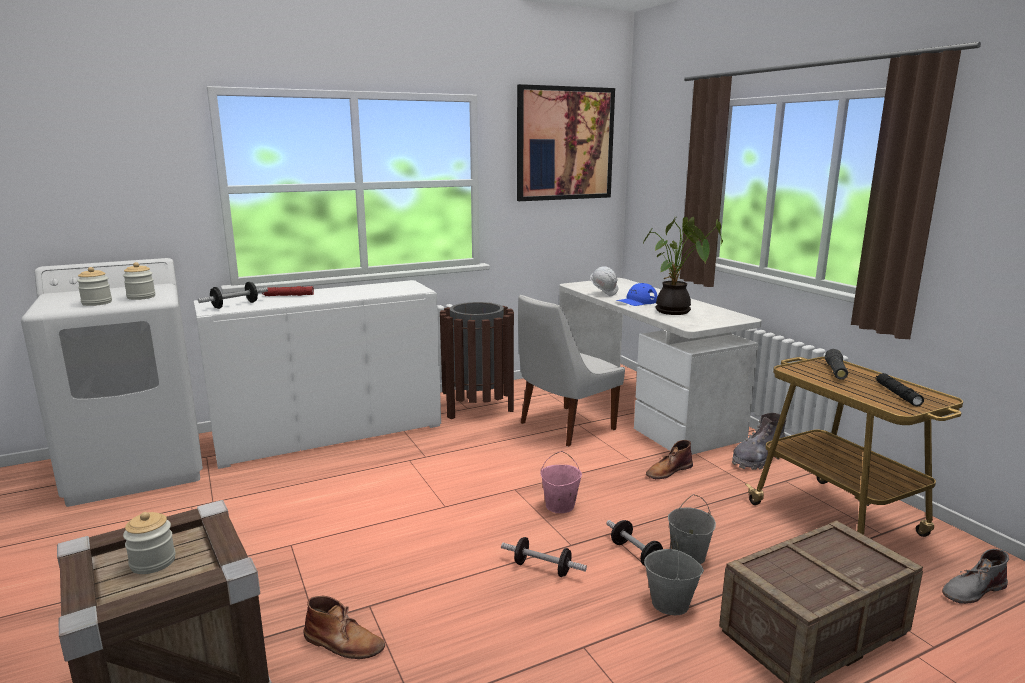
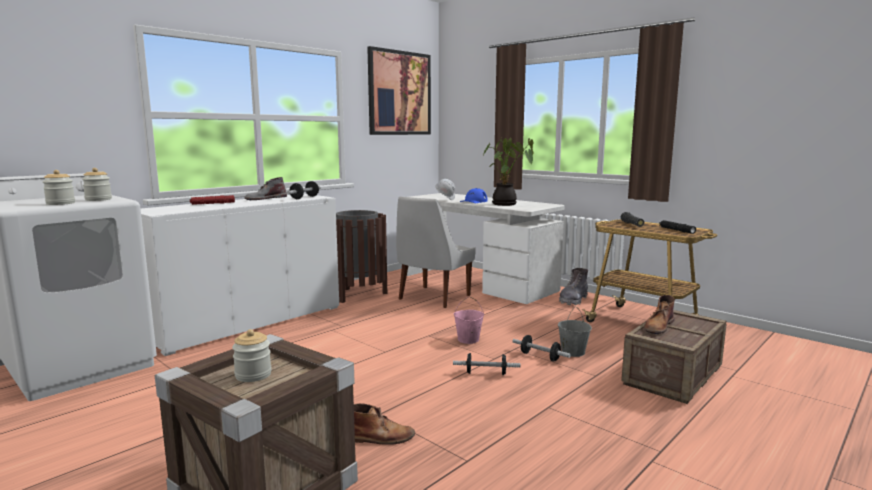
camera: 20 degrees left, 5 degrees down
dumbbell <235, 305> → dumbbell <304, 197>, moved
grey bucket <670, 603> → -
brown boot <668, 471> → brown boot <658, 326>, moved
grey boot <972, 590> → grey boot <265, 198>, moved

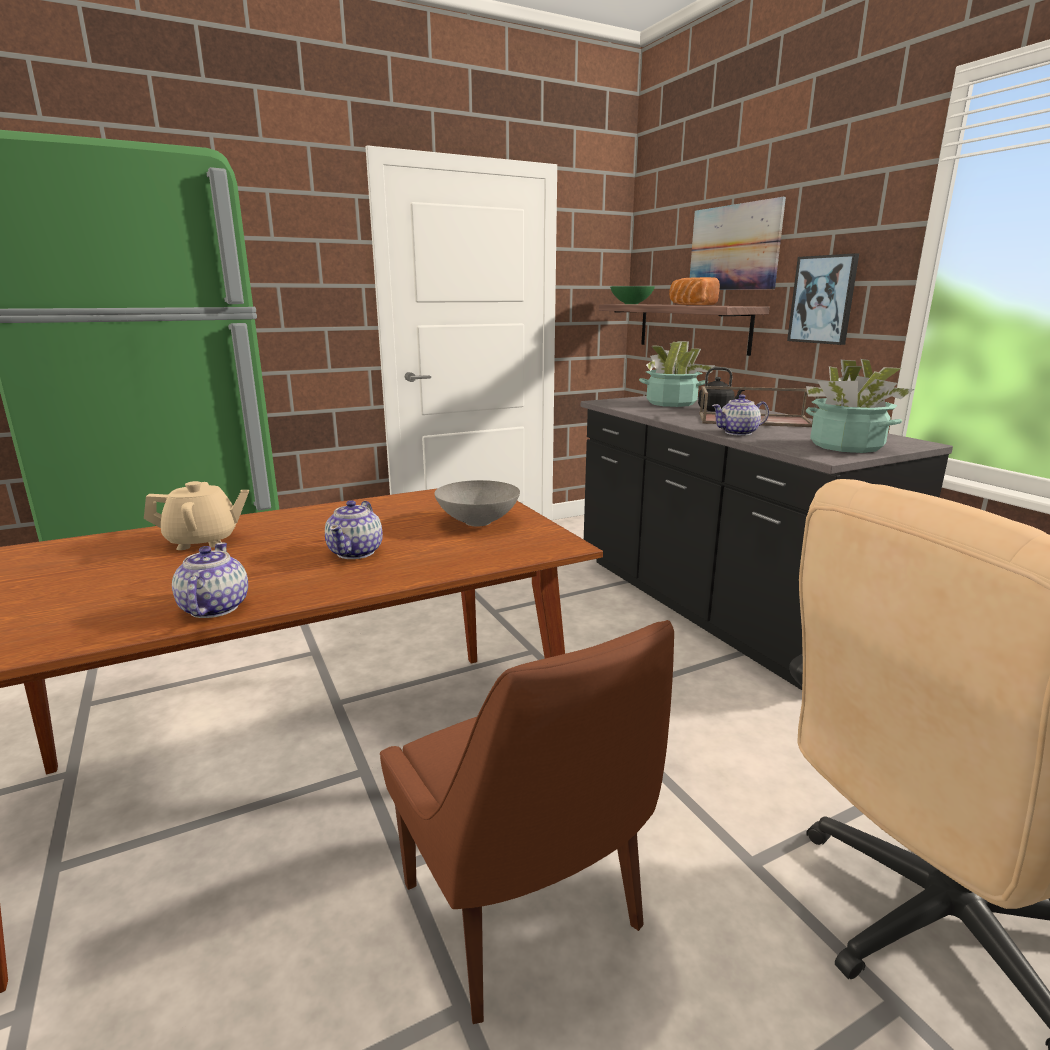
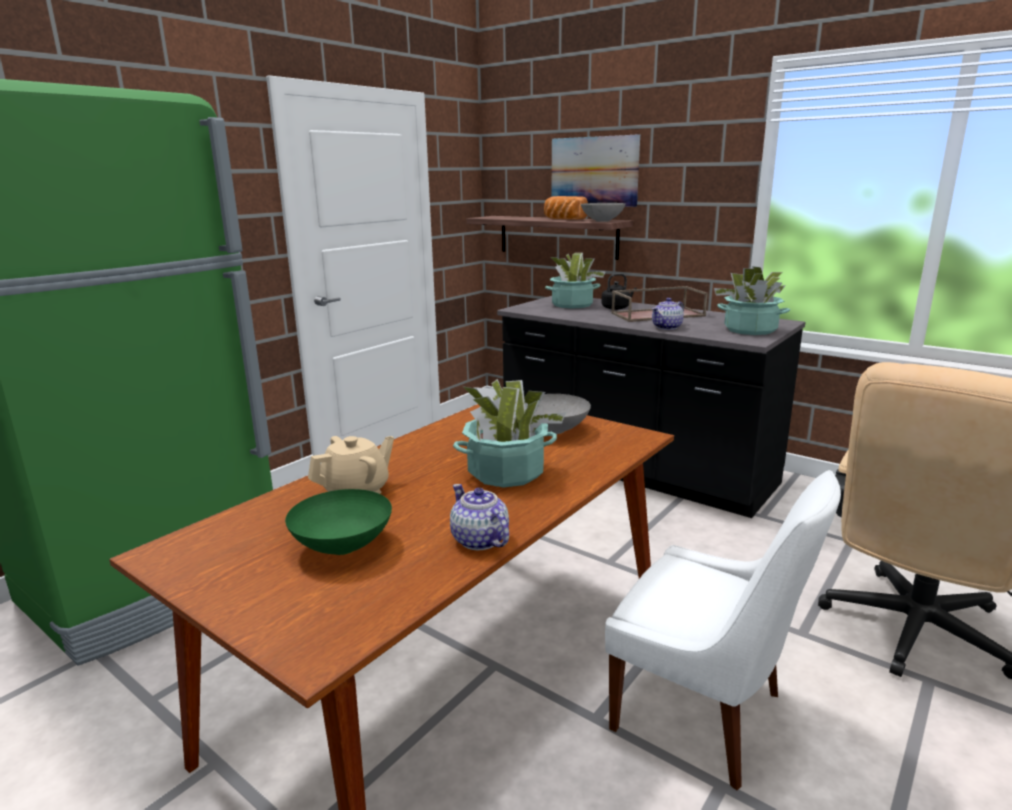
camera: 25 degrees left, 0 degrees up
teapot <356, 552> → potted plant <506, 472>
brown chair <525, 913> → white chair <704, 714>
green bowl <630, 304> → green bowl <341, 546>, moved
picture <823, 299> → -
- → grey bowl <602, 221>

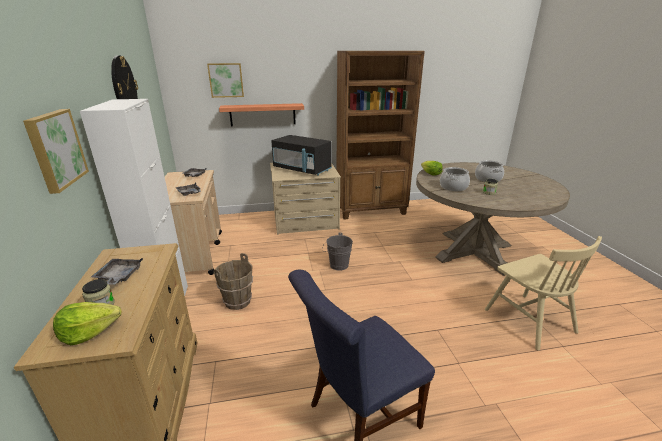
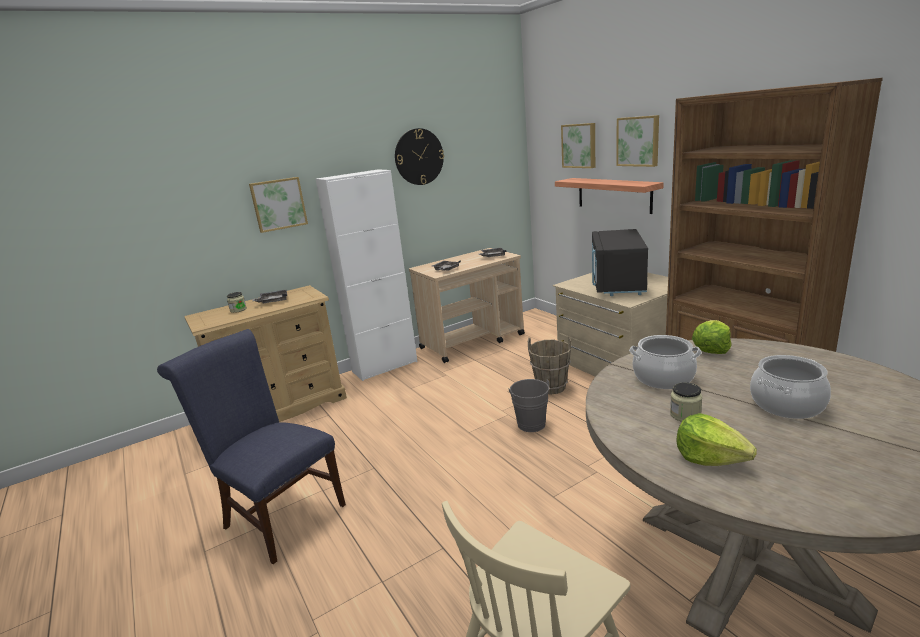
camera: 70 degrees right, 5 degrees down
lettuce <89, 332> → lettuce <710, 457>, moved
brown bucket <238, 302> → brown bucket <551, 387>, moved
- → picture <638, 141>

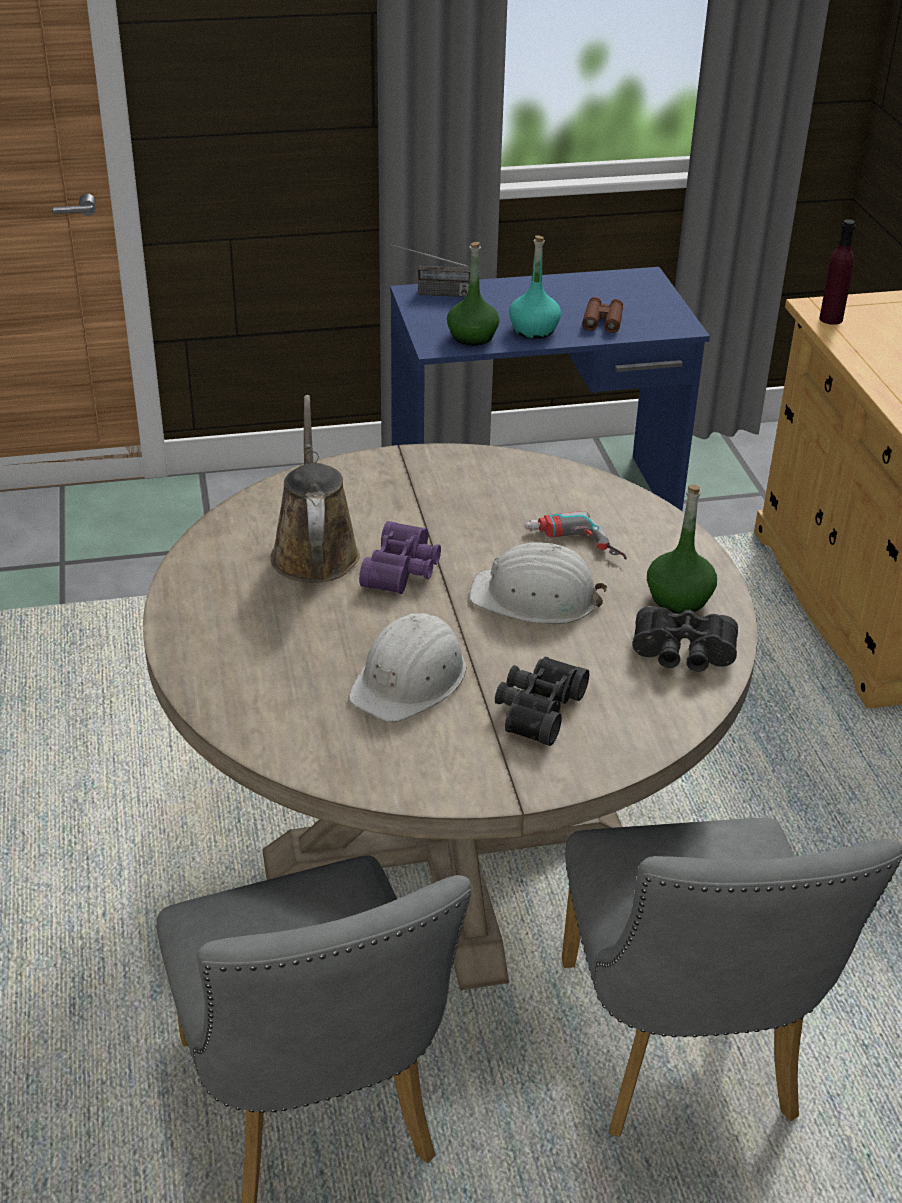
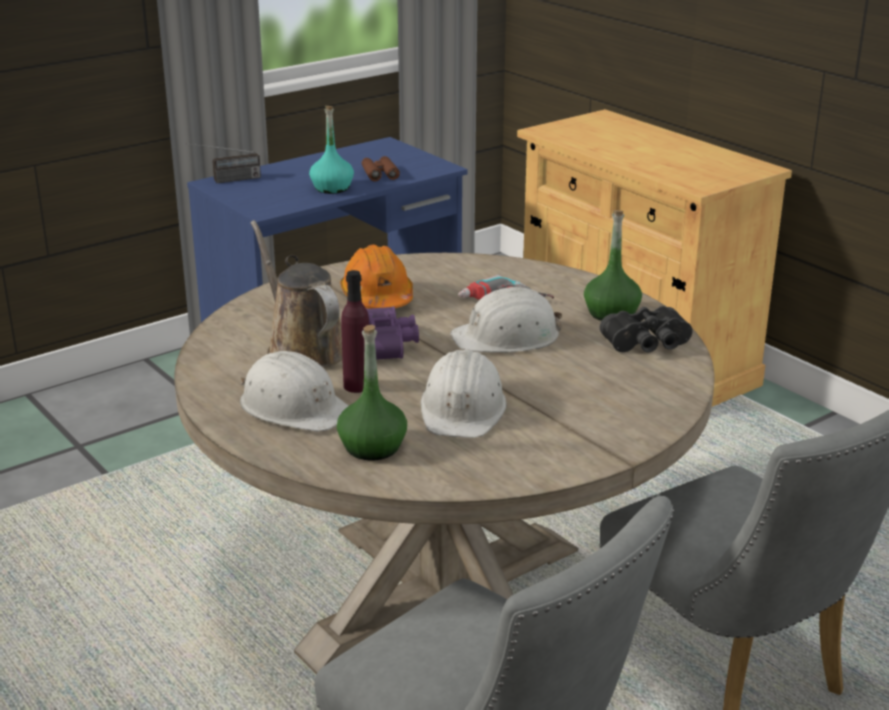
camera: 25 degrees left, 10 degrees down
green bottle <472, 337> → green bottle <372, 447>, moved
black binoculars <536, 709> → -
purple bottle <831, 319> → purple bottle <357, 386>, moved
- → white hard hat <294, 407>
- → orange hard hat <377, 298>

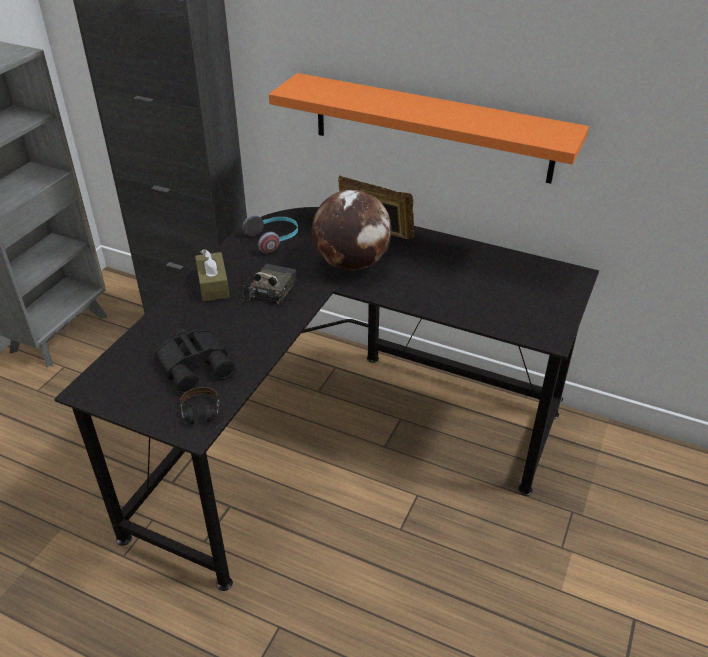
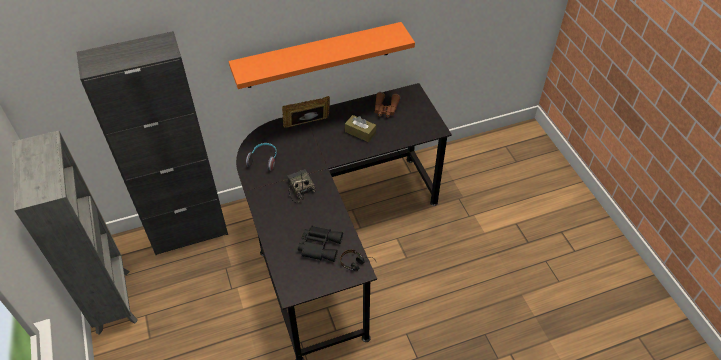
camera: 45 degrees left, 10 degrees up
brown tissue box <213, 285> → brown tissue box <360, 132>, moved
globe <352, 263> → -
- → brown binoculars <385, 109>

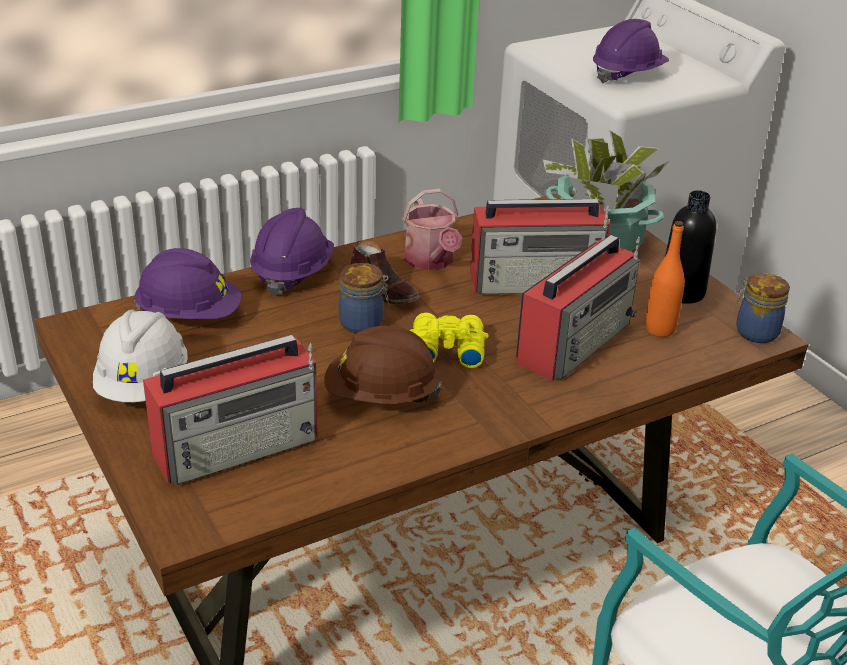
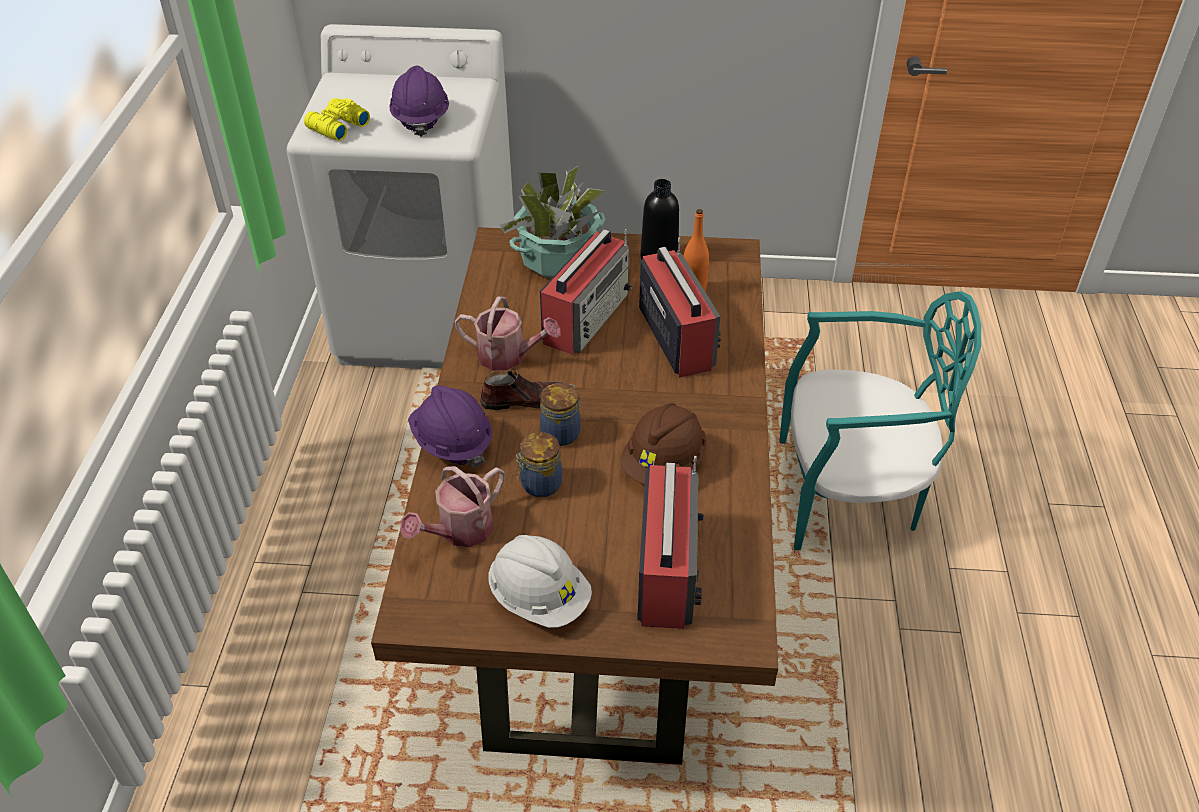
camera: 55 degrees left, 10 degrees up
purple hard hat <189, 315> → watering can <460, 531>
yellow binoculars <445, 349> → yellow binoculars <336, 127>, moved
jar <754, 332> → jar <539, 485>, moved

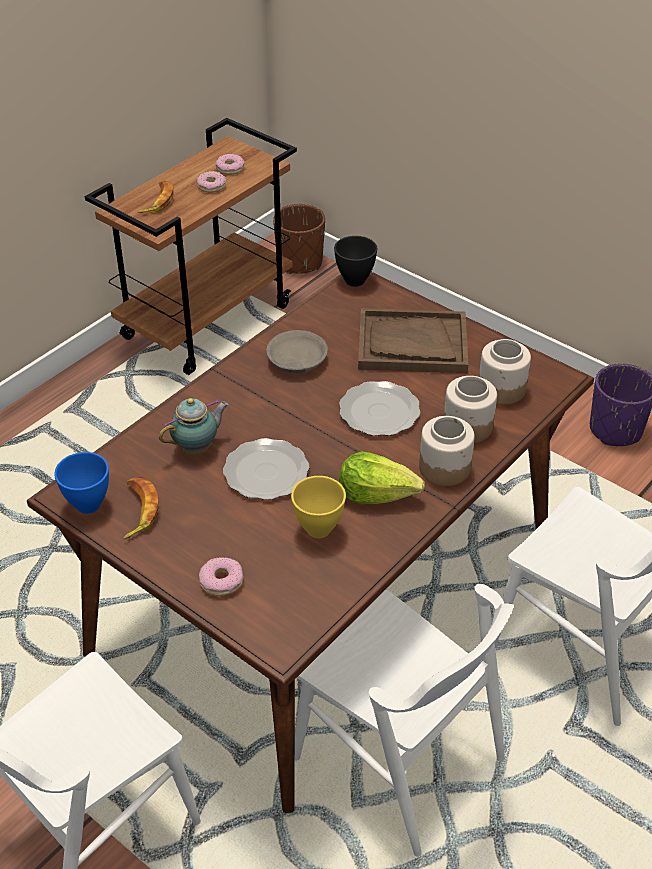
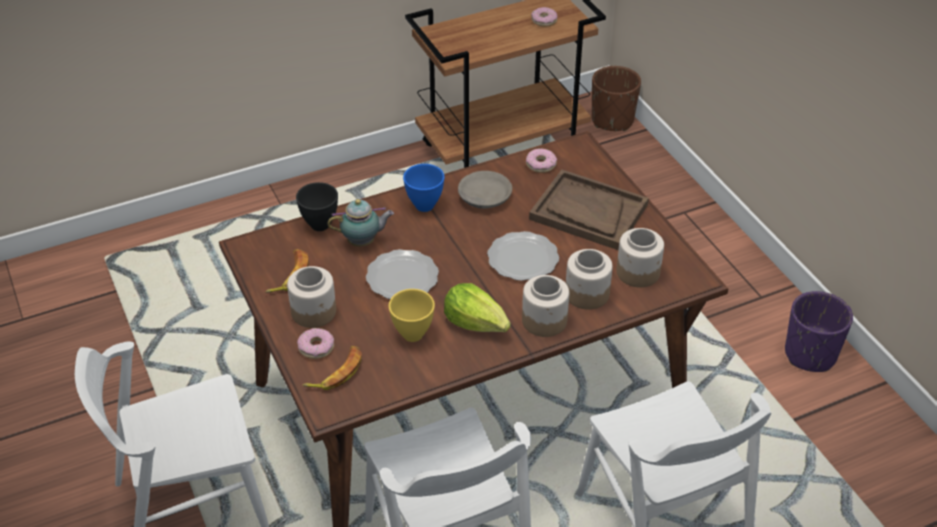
camera: 25 degrees right, 0 degrees up
blue bowl <87, 505> → blue bowl <423, 205>, moved
banana <157, 201> → banana <337, 372>, moved
donut <211, 186> → donut <541, 164>, moved
black bowl <353, 281> → black bowl <319, 224>, moved
- → jar <314, 312>

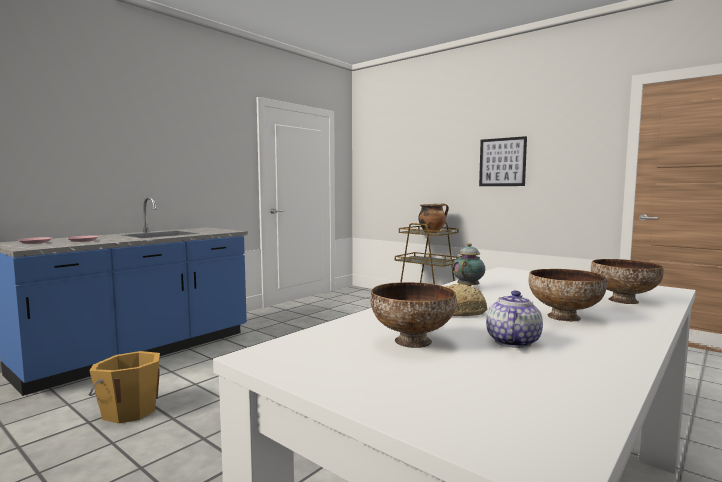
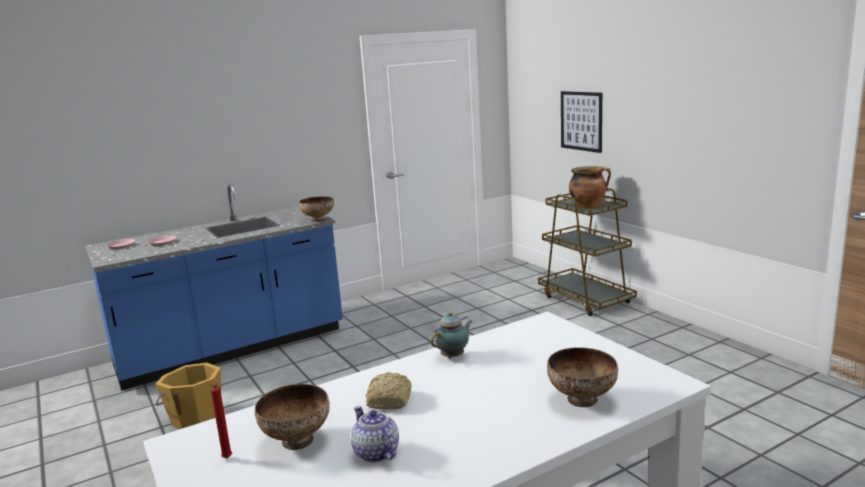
camera: 20 degrees right, 10 degrees up
picture <502, 162> → picture <581, 121>, moved
teapot <512, 341> → teapot <375, 453>, 75 degrees counterclockwise
bowl <564, 317> → bowl <318, 220>, moved
- → red candle <226, 459>

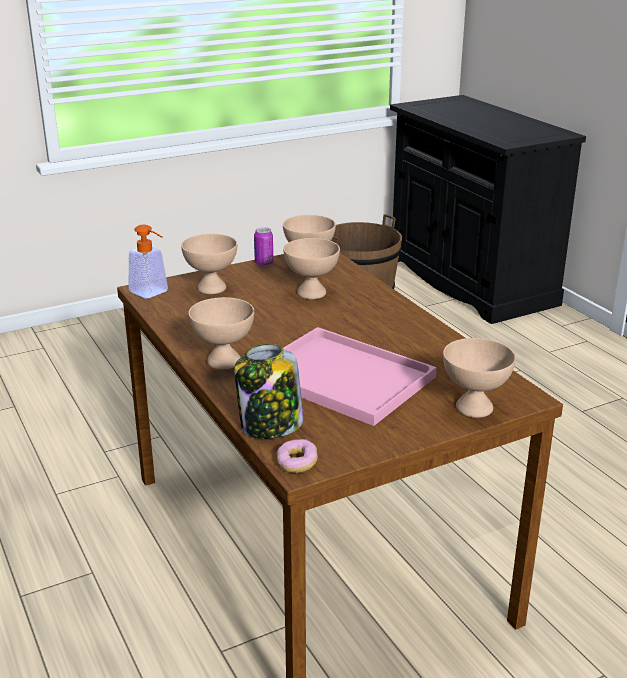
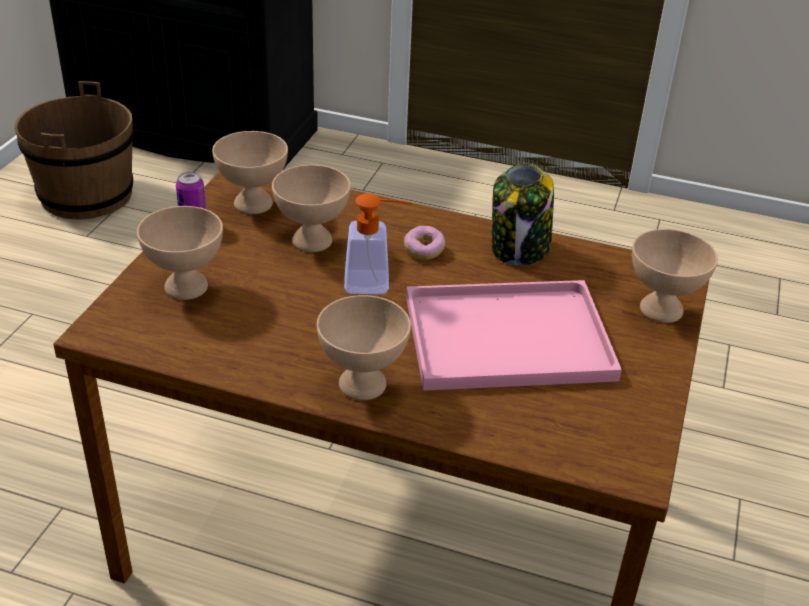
camera: 45 degrees left, 10 degrees up
soap dispenser <153, 293> → soap dispenser <376, 283>, moved
jar <270, 426> → jar <519, 249>, moved
donut <297, 464> → donut <423, 250>, moved

